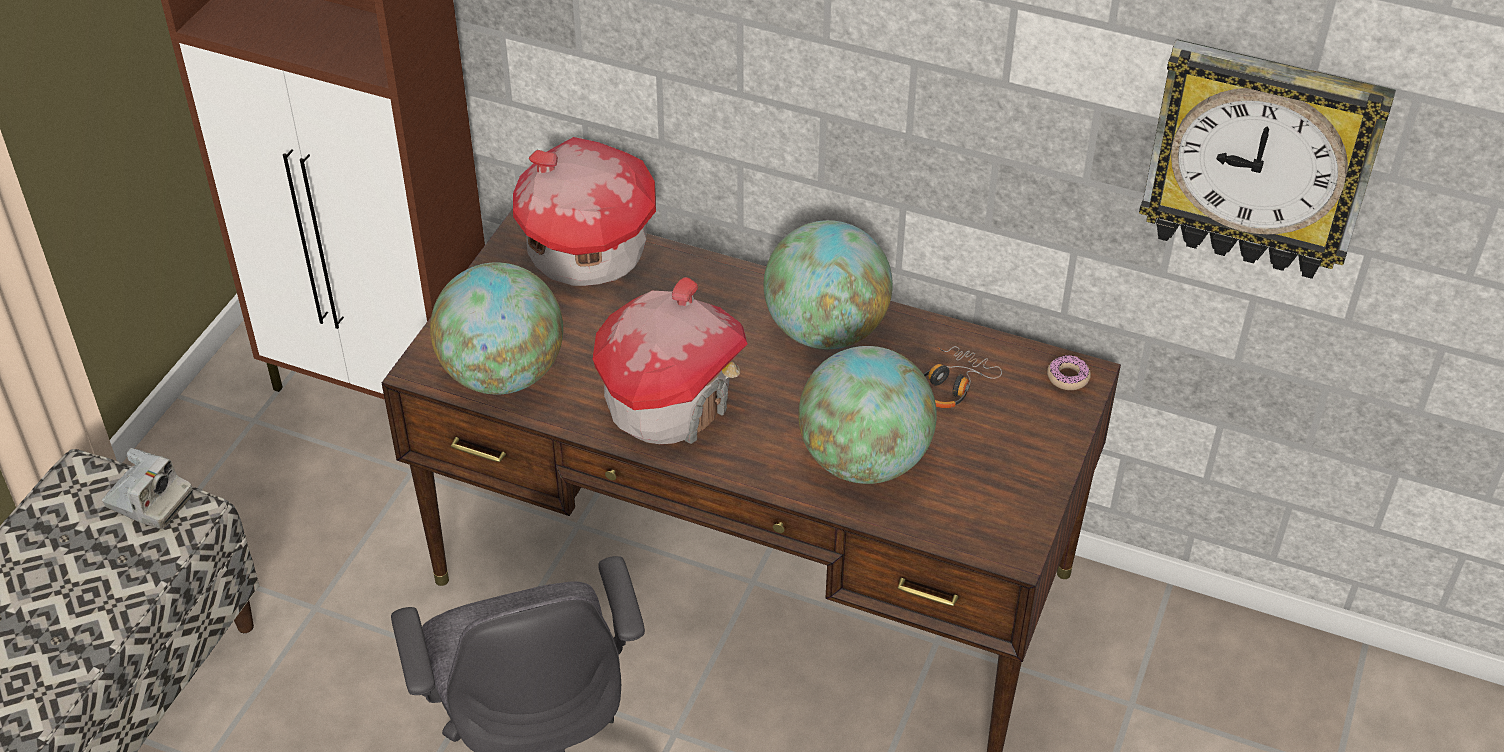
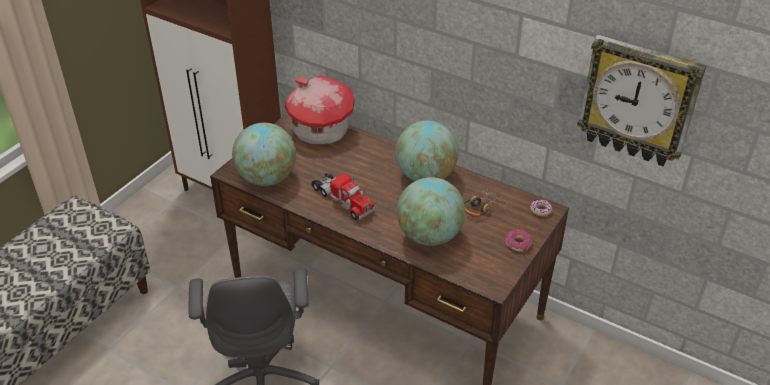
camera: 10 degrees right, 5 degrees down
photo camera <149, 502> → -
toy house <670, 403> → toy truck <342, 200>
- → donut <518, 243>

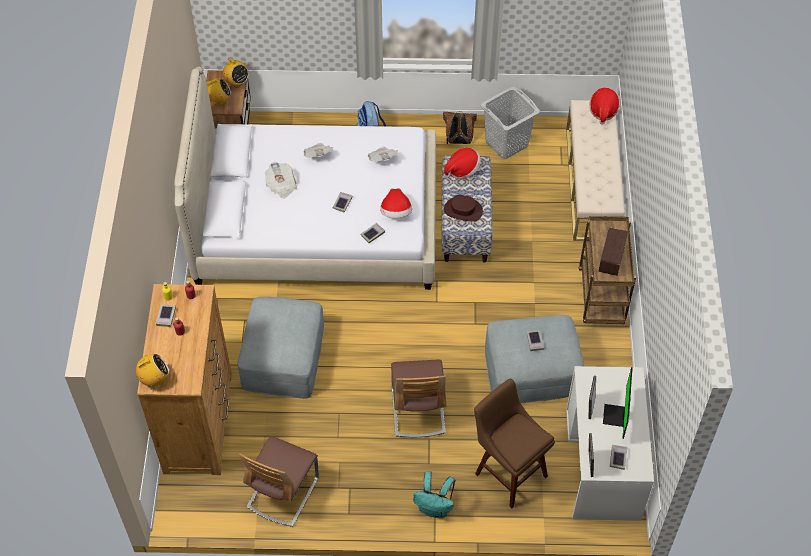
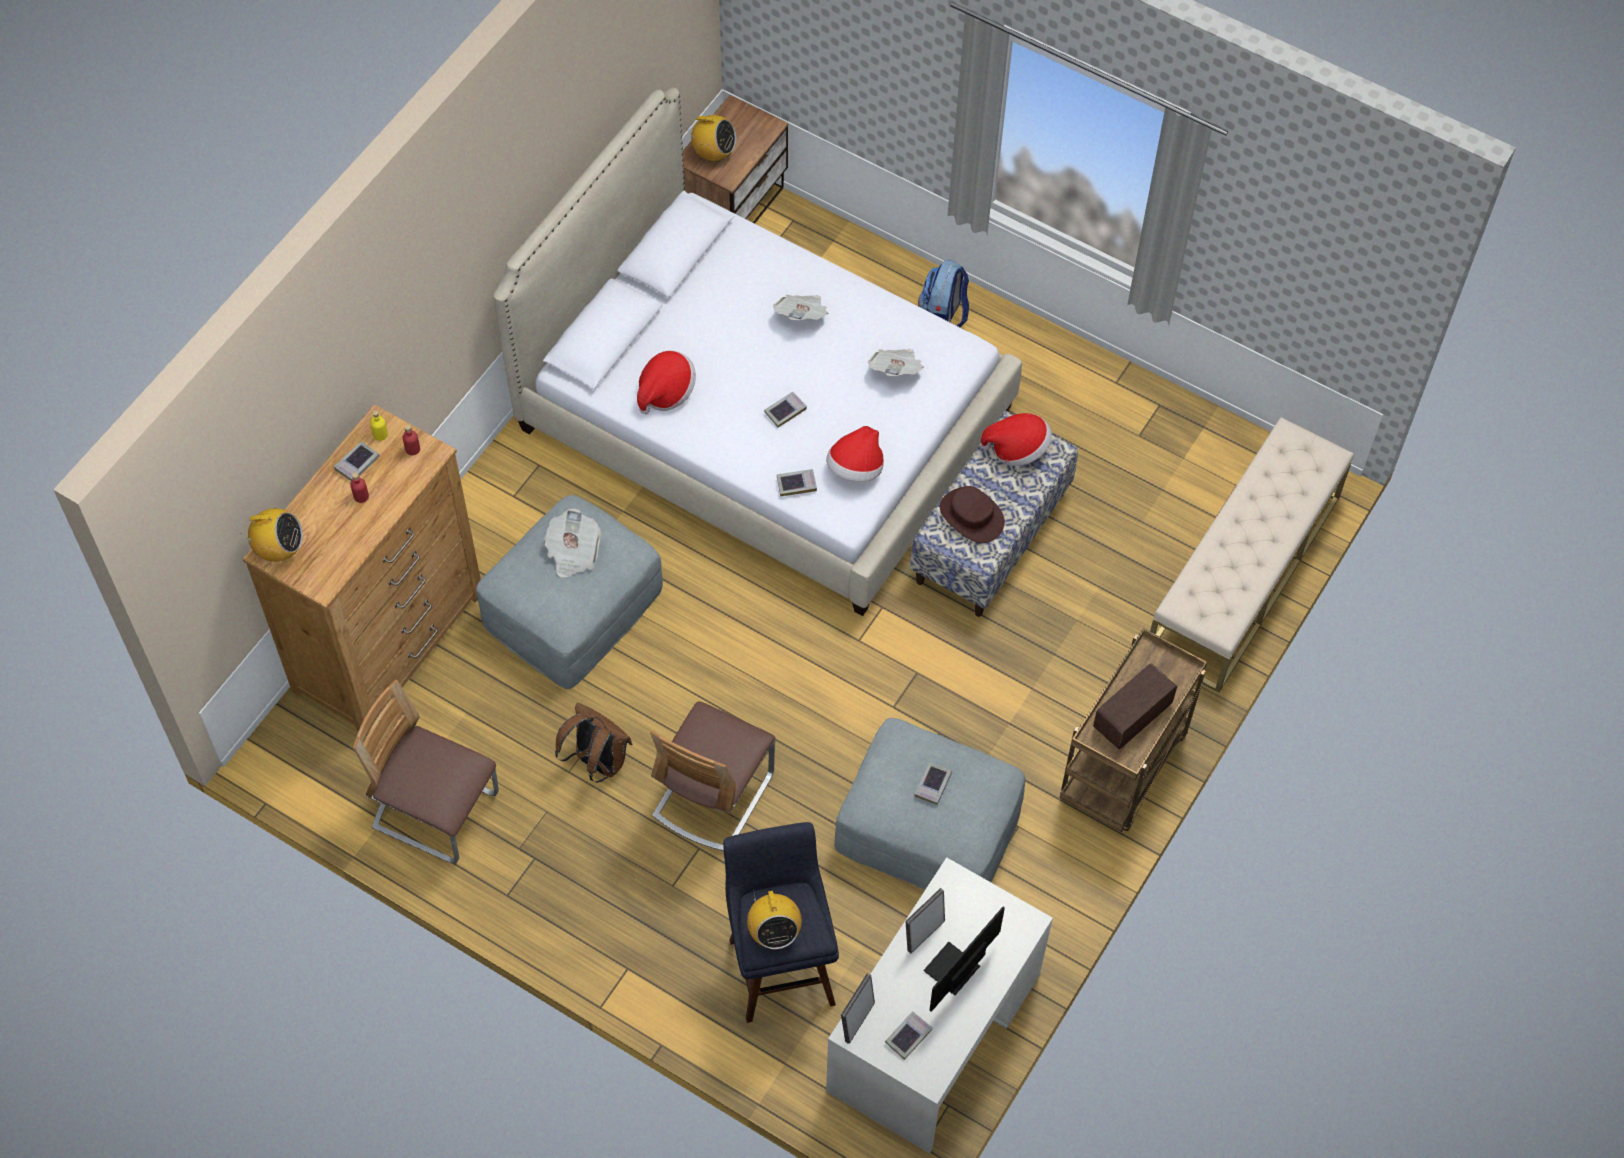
camera: 30 degrees right, 5 degrees up
radio <237, 82> → radio <774, 932>, moved
chair <283, 492> → chair <436, 811>, 60 degrees clockwise
newspaper <281, 185> → newspaper <573, 552>, moved
turquoise backpack <435, 508> → -
brown backpack <458, 141> → brown backpack <597, 761>, moved
brown stool <507, 472> → blue stool <780, 964>
grey laundry basket <507, 144> → -
hat <603, 111> → hat <665, 392>, moved

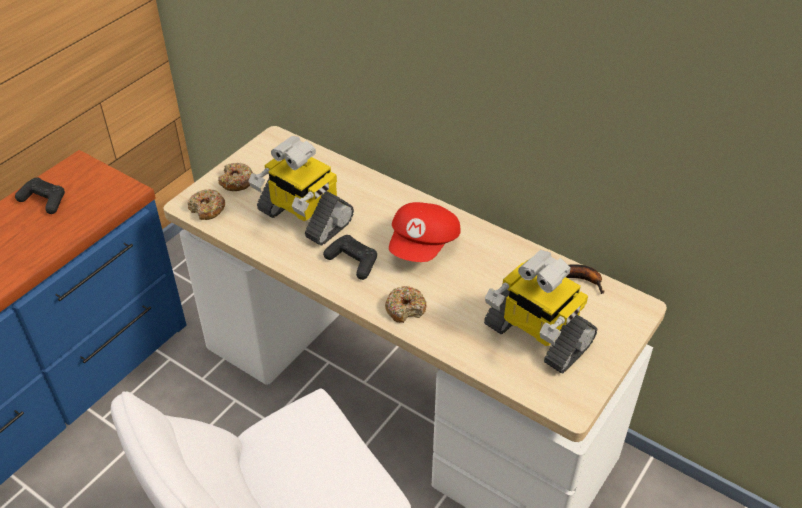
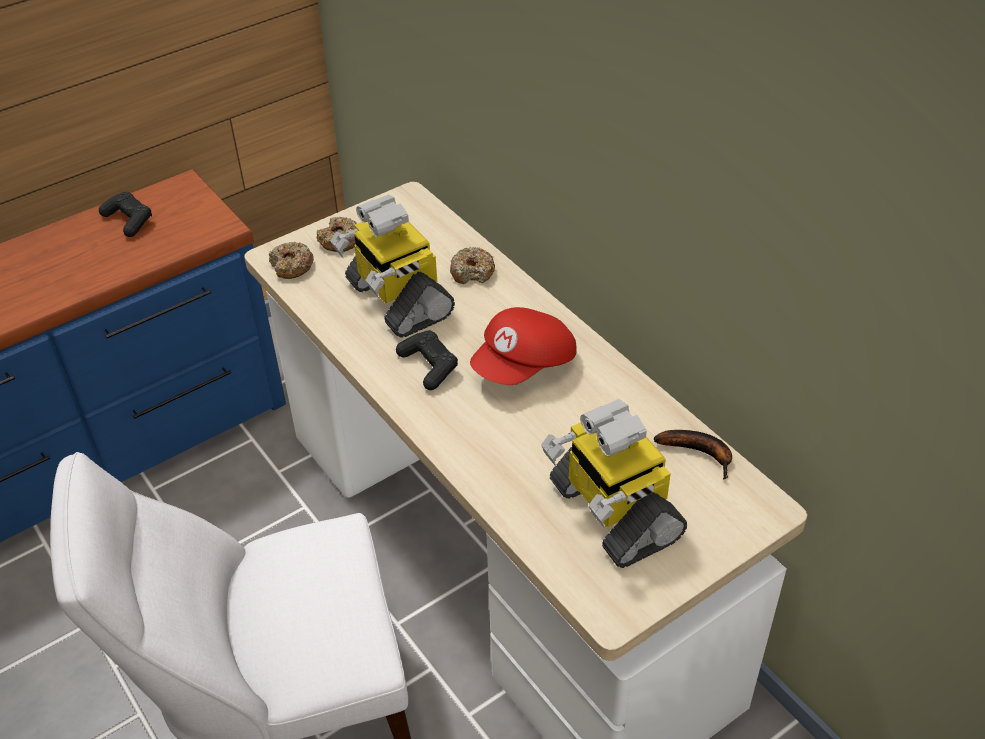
camera: 20 degrees right, 0 degrees up
donut <405, 309> → donut <472, 272>, moved

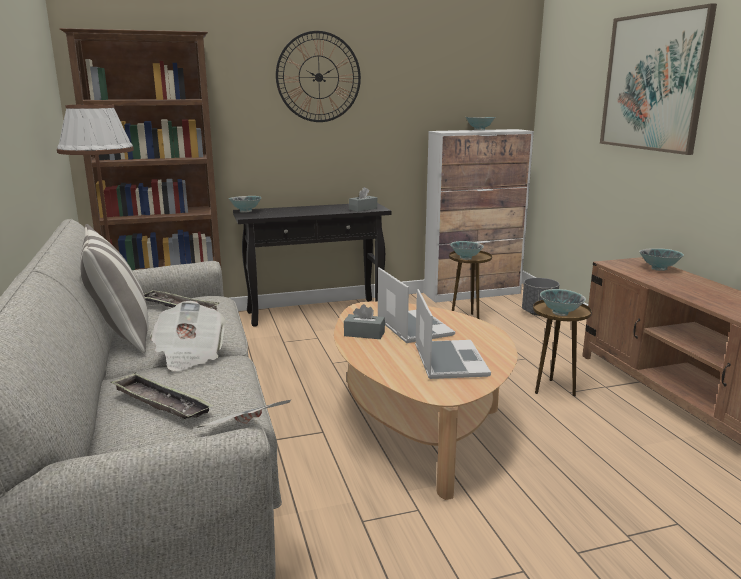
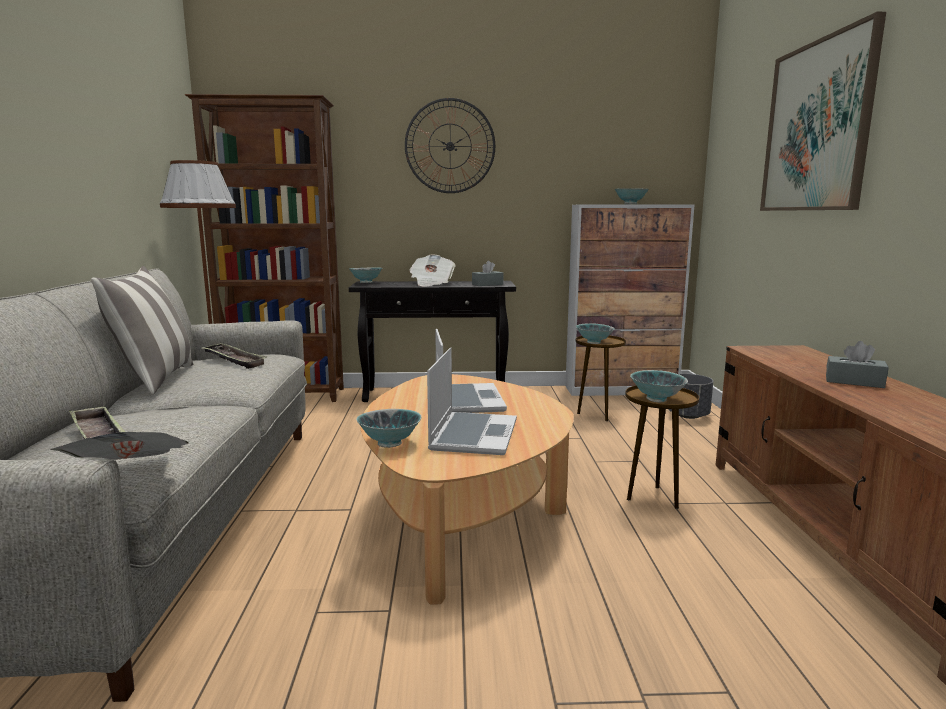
camera: 15 degrees right, 5 degrees down
newspaper <189, 354> → newspaper <431, 283>, moved
grey tissue box <364, 334> → grey tissue box <854, 382>, moved
bowl <659, 269> → bowl <390, 444>, moved

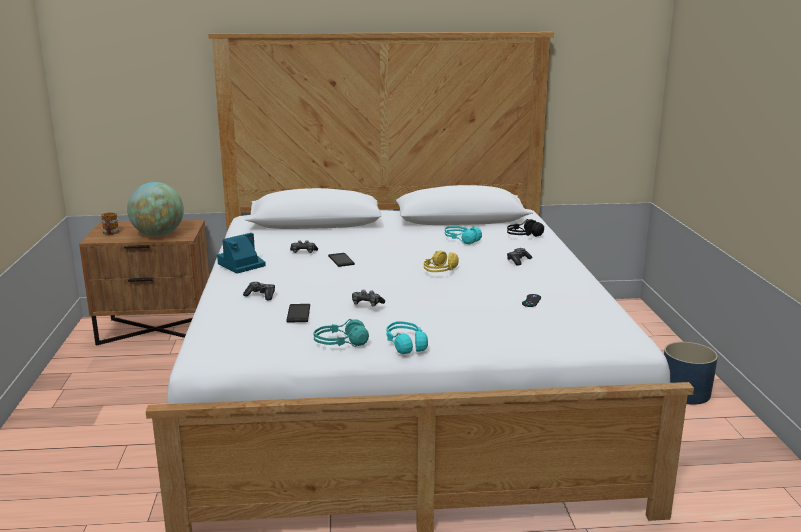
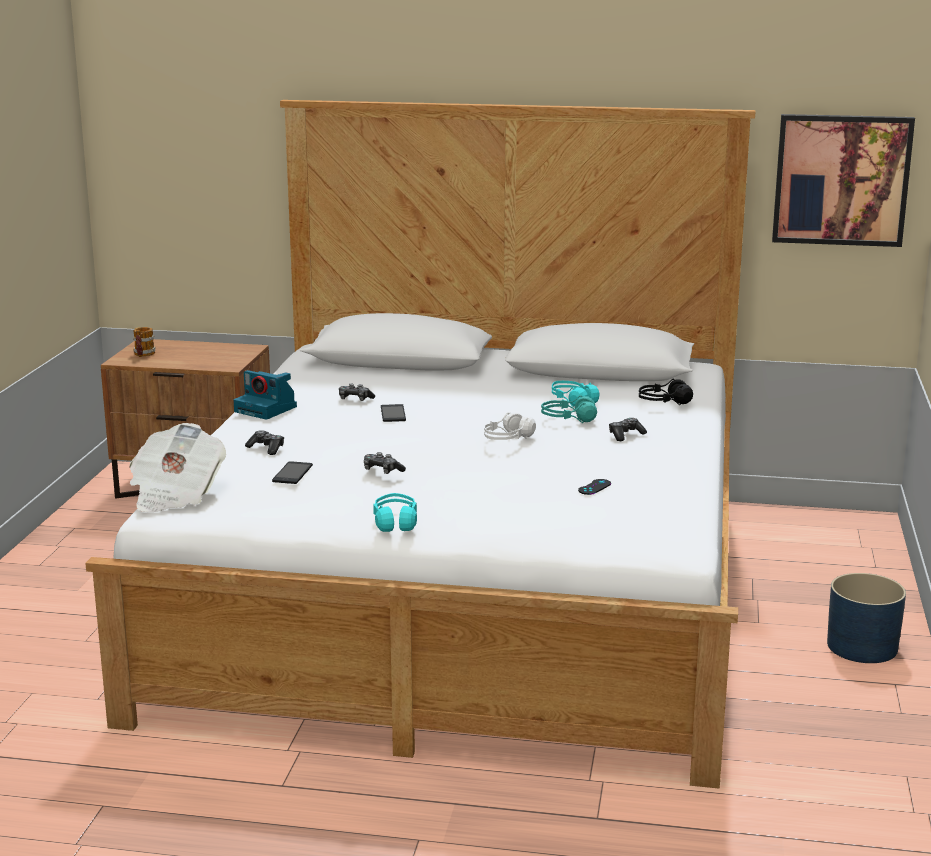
camera: 15 degrees right, 0 degrees up
globe <158, 235> → -
photo camera <241, 265> → photo camera <267, 409>, 120 degrees counterclockwise
turquoise headphones <340, 343> → turquoise headphones <568, 419>, moved
yellow headphones <440, 271> → white headphones <507, 439>
- → newspaper <175, 494>
- → picture <841, 180>

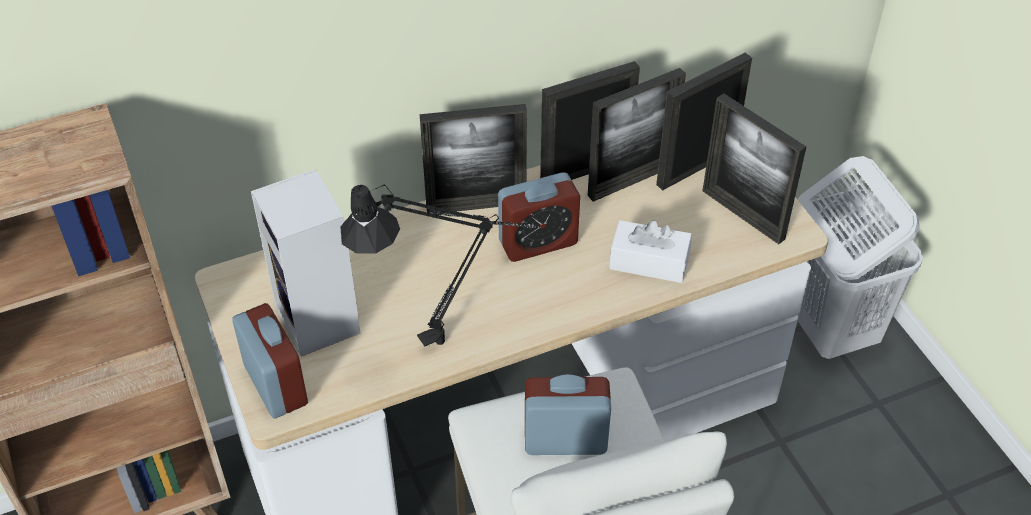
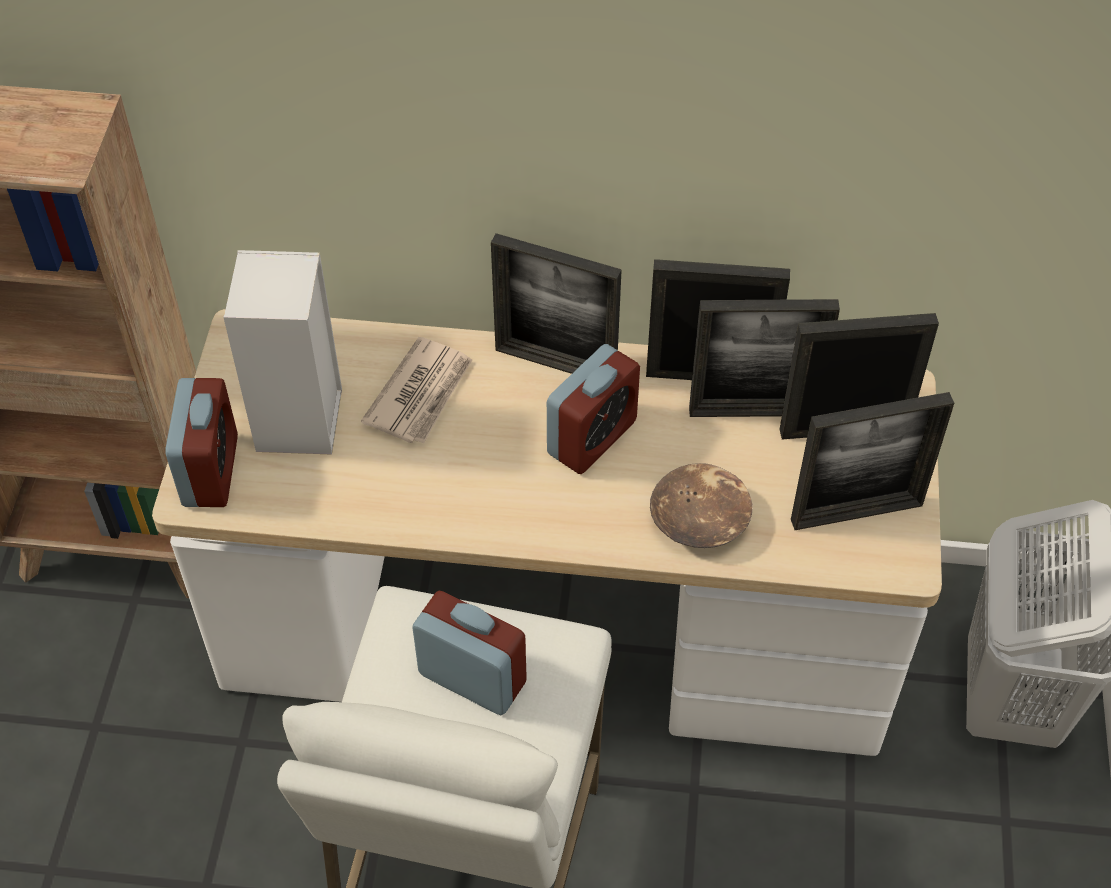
camera: 30 degrees right, 5 degrees up
black table lamp <452, 338> → -
alarm clock <538, 242> → alarm clock <592, 438>, 60 degrees counterclockwise
white tissue box <649, 262> → brown bowl <700, 519>
picture frame <743, 214> → picture frame <856, 512>, 90 degrees counterclockwise
- → newspaper <421, 394>

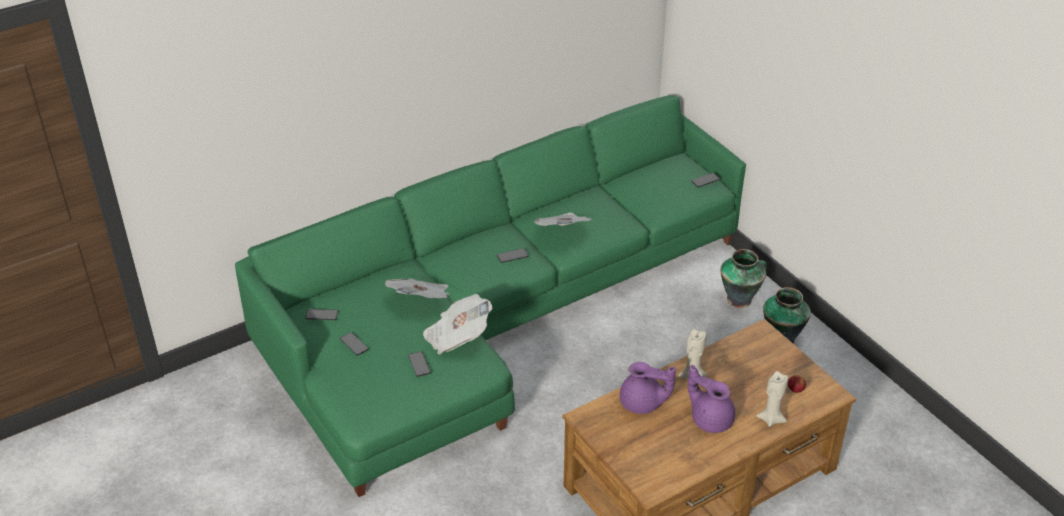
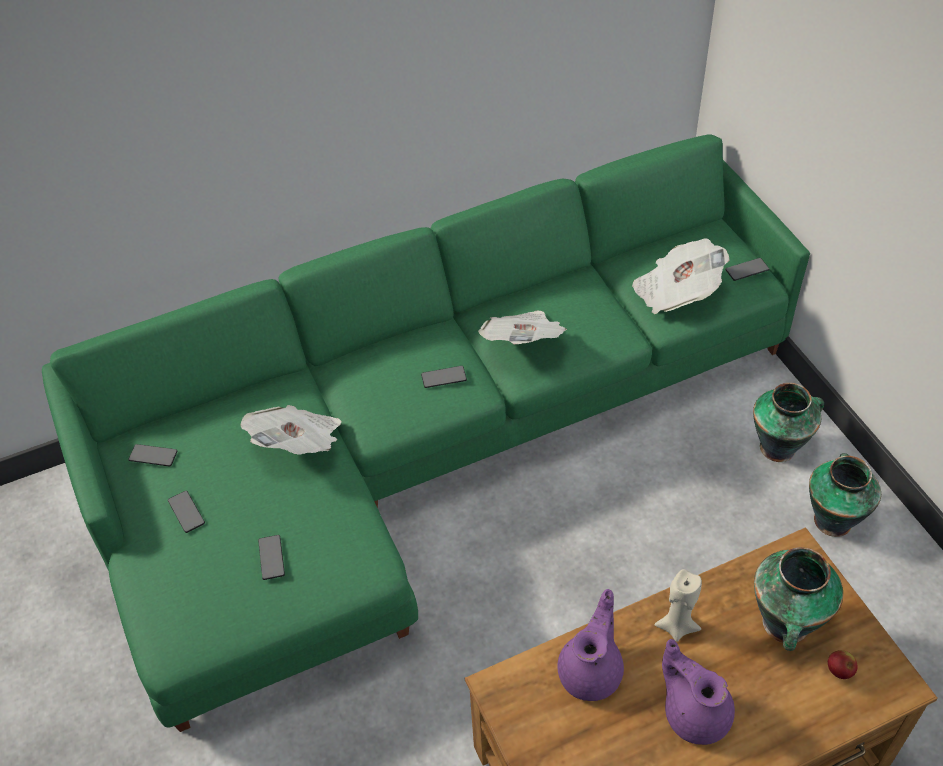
camera: 10 degrees right, 10 degrees up
newspaper <457, 337> → newspaper <676, 292>, moved
purple teapot <642, 404> → purple teapot <592, 671>, 90 degrees counterclockwise
beige candle <771, 419> → -
- → vase <785, 625>

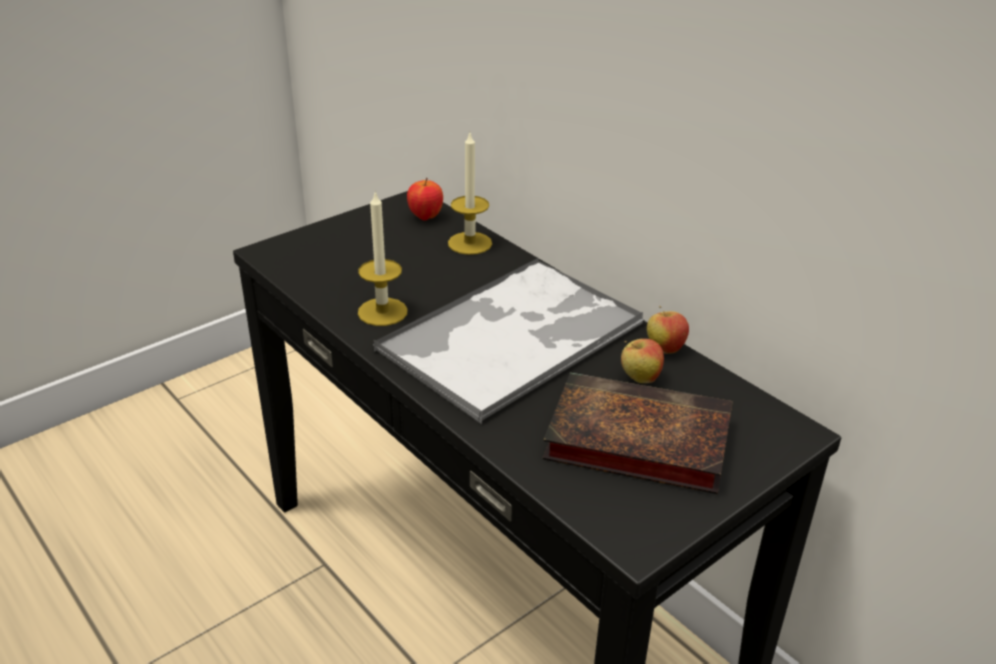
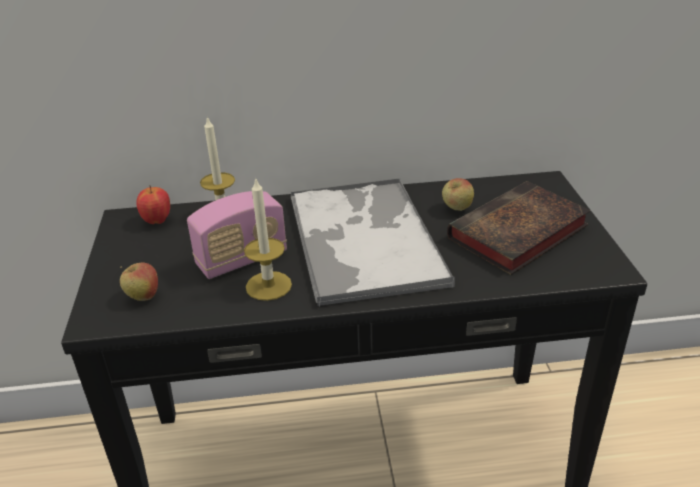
camera: 55 degrees left, 0 degrees up
apple <664, 348> → apple <143, 297>, moved
- → radio <242, 259>

